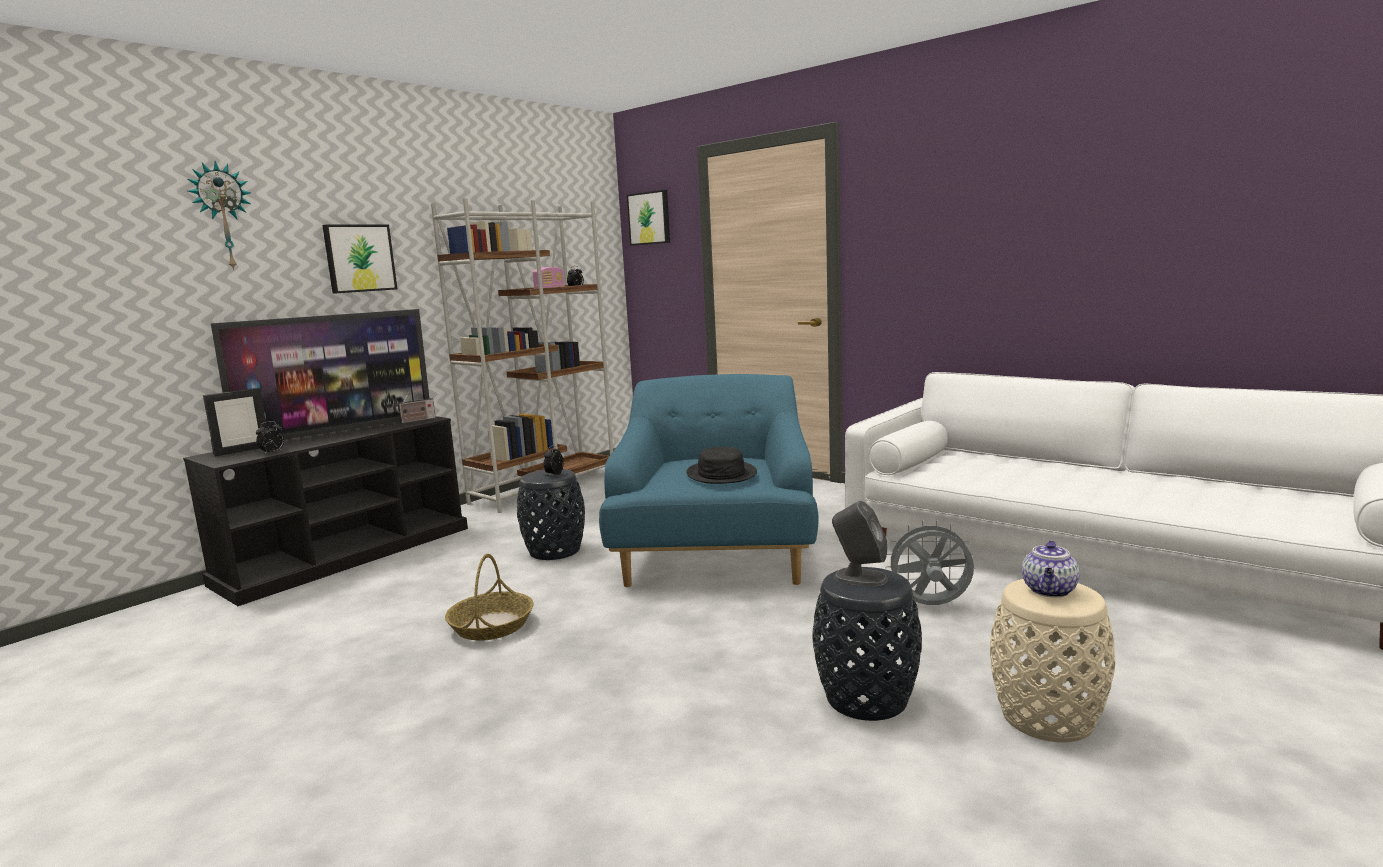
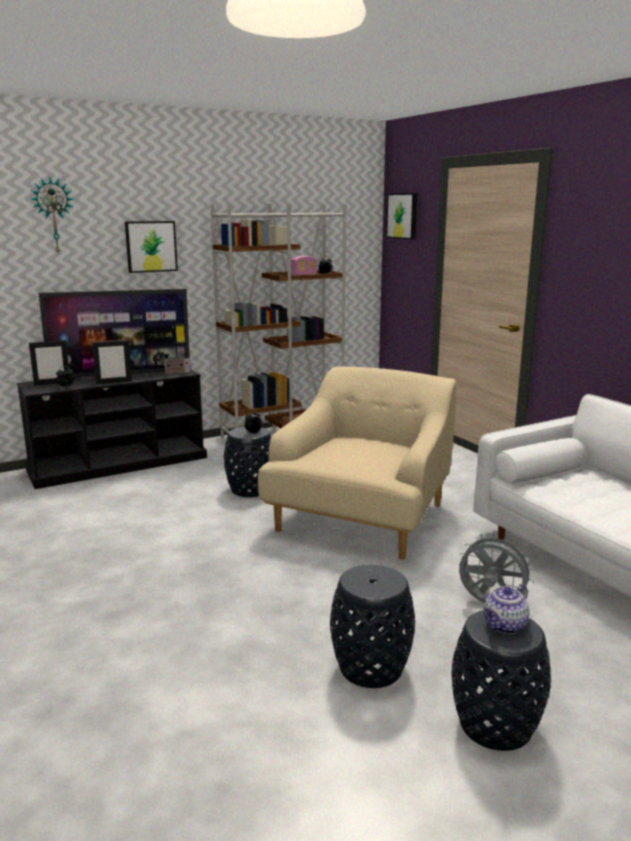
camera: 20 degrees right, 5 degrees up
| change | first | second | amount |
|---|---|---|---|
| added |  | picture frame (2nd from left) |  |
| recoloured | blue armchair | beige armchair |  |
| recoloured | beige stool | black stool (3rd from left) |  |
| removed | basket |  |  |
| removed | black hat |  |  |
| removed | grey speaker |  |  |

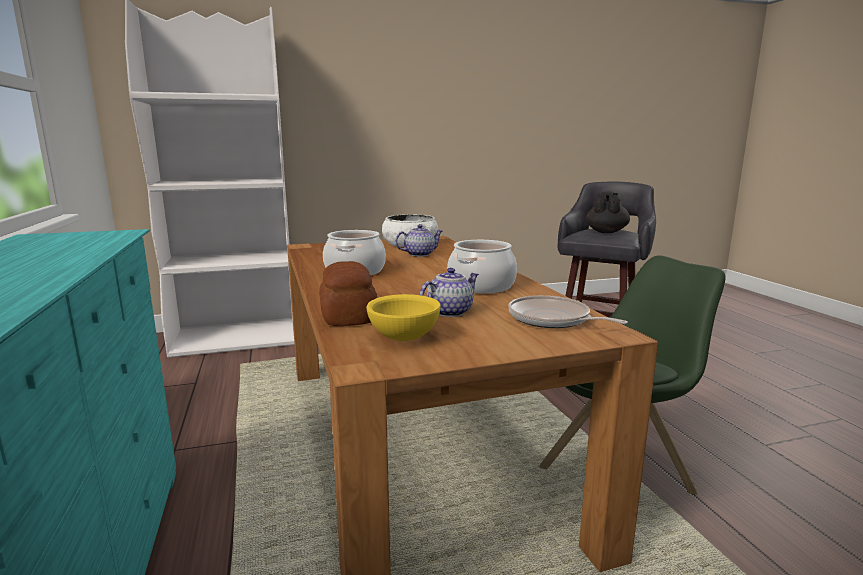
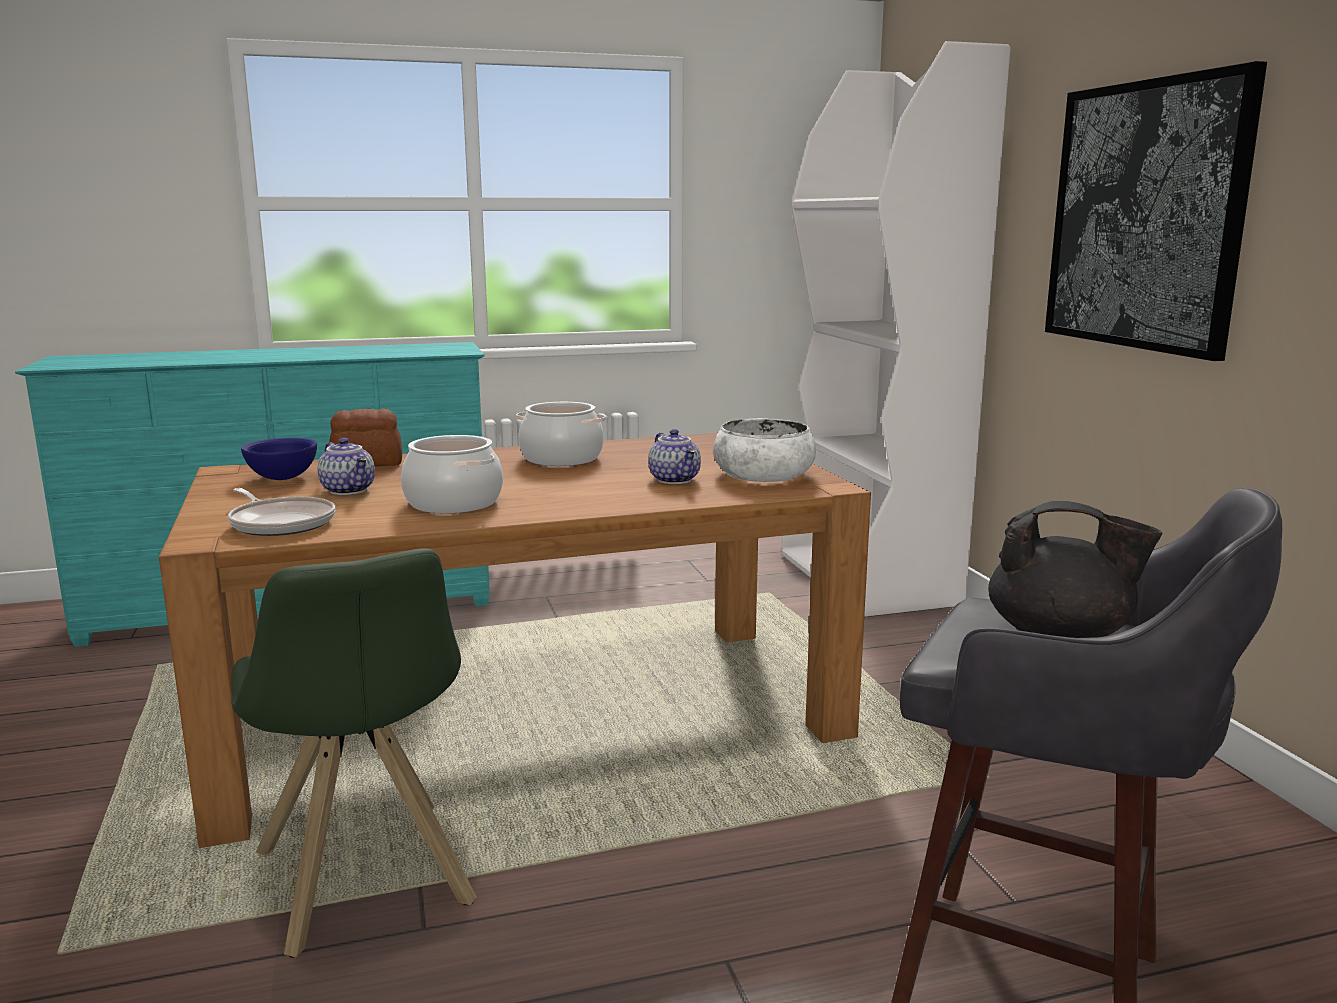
camera: 90 degrees right, 0 degrees up
| change | first | second | amount |
|---|---|---|---|
| turned | frying pan |  | 90 degrees clockwise |
| recoloured | yellow bowl | blue bowl |  |
| added |  | picture |  |

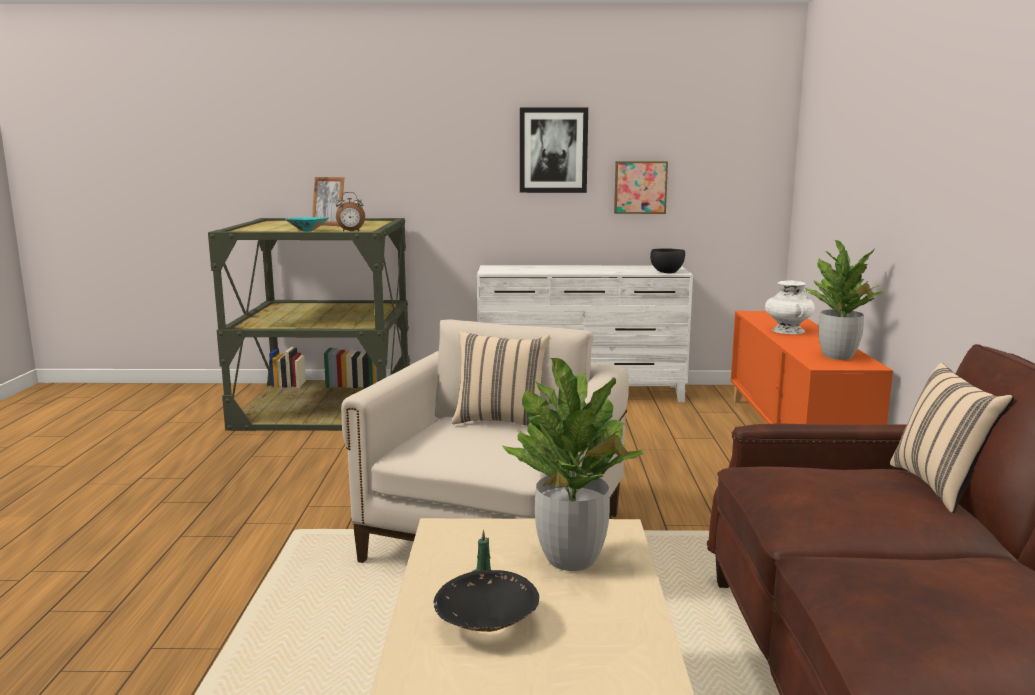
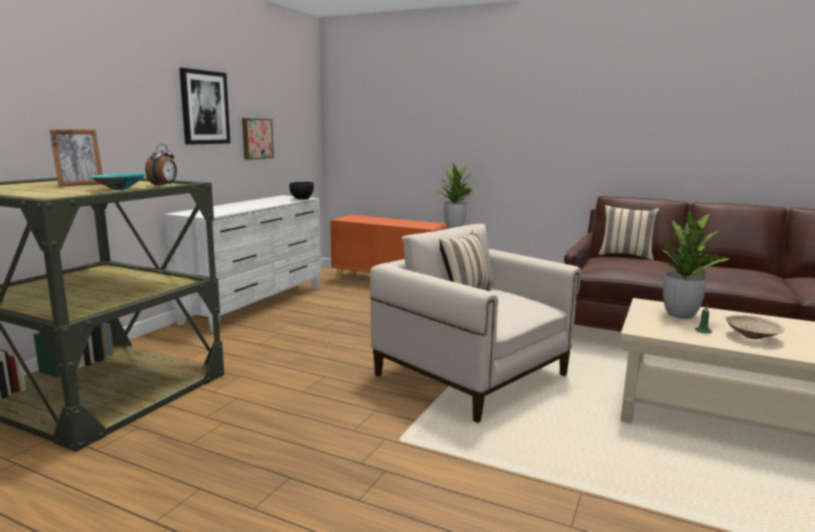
camera: 65 degrees left, 0 degrees up
| change | first | second | amount |
|---|---|---|---|
| recoloured | black bowl (1st from left) | beige bowl |  |
| removed | white vase |  |  |

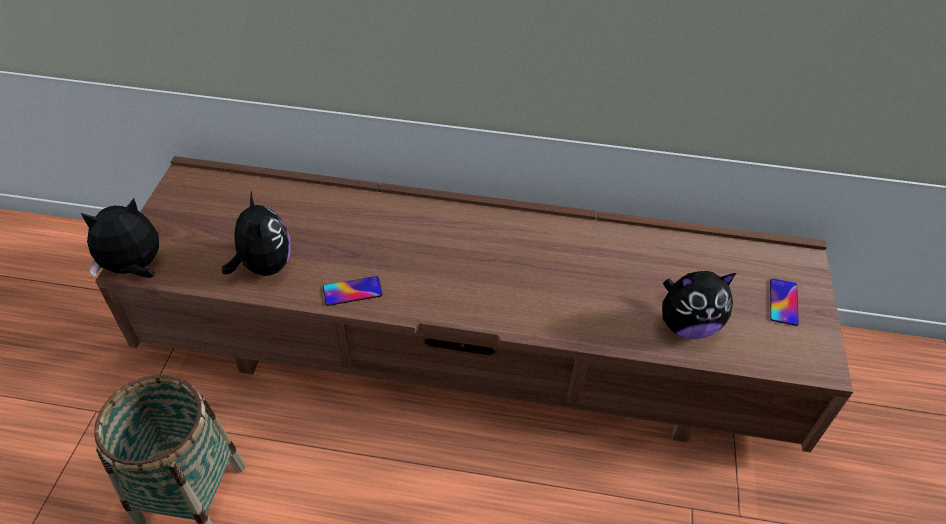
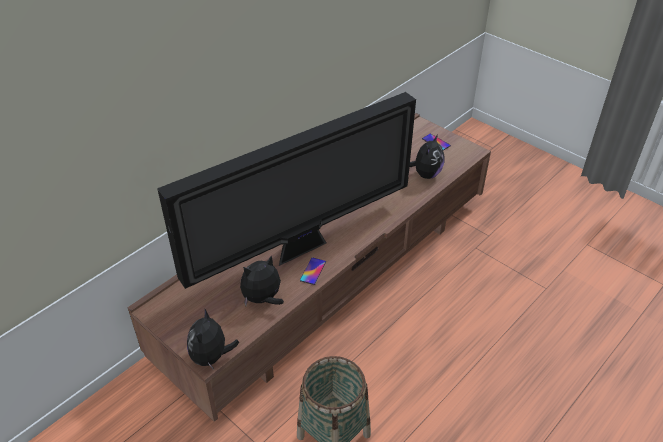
camera: 55 degrees left, 5 degrees down
| change | first | second | amount |
|---|---|---|---|
| added |  | television |  |
| turned | plush toy (2nd from left) |  | 45 degrees counterclockwise |

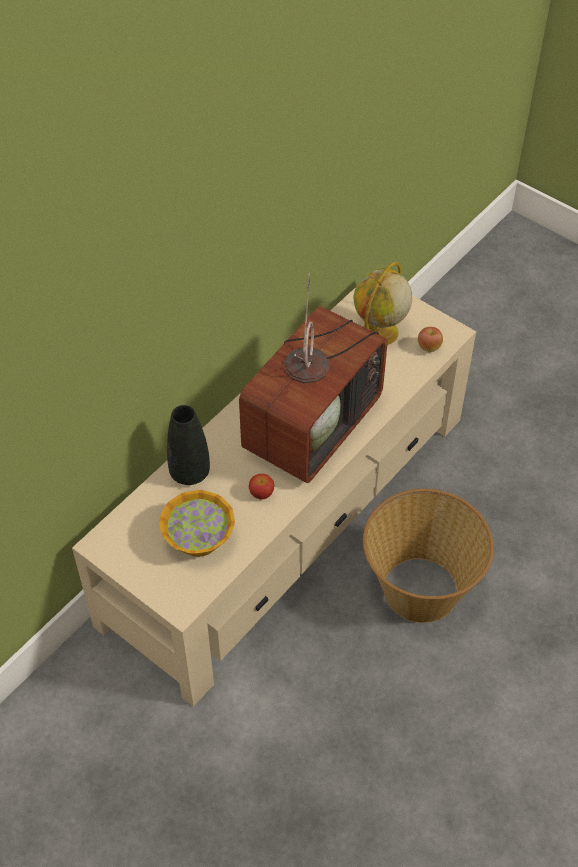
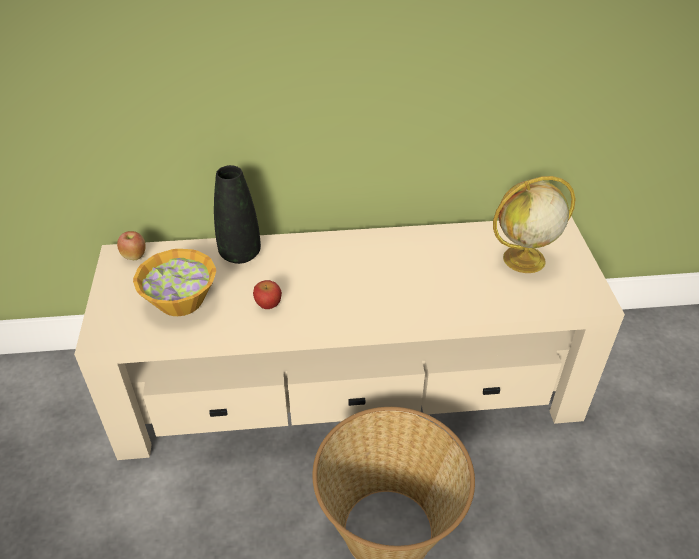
camera: 45 degrees right, 10 degrees down
| change | first | second | amount |
|---|---|---|---|
| moved | apple (2nd from left in the first image) | apple (1st from left) |  |
| removed | television |  |  |

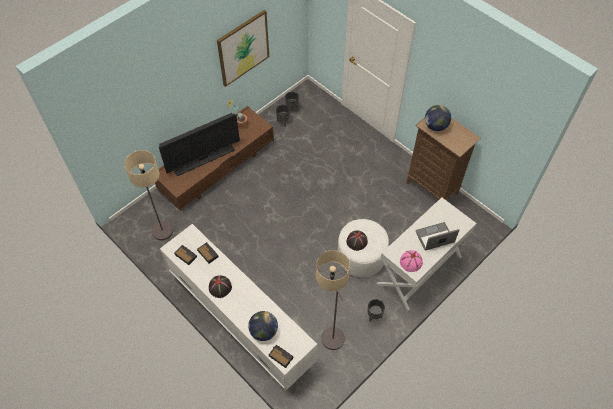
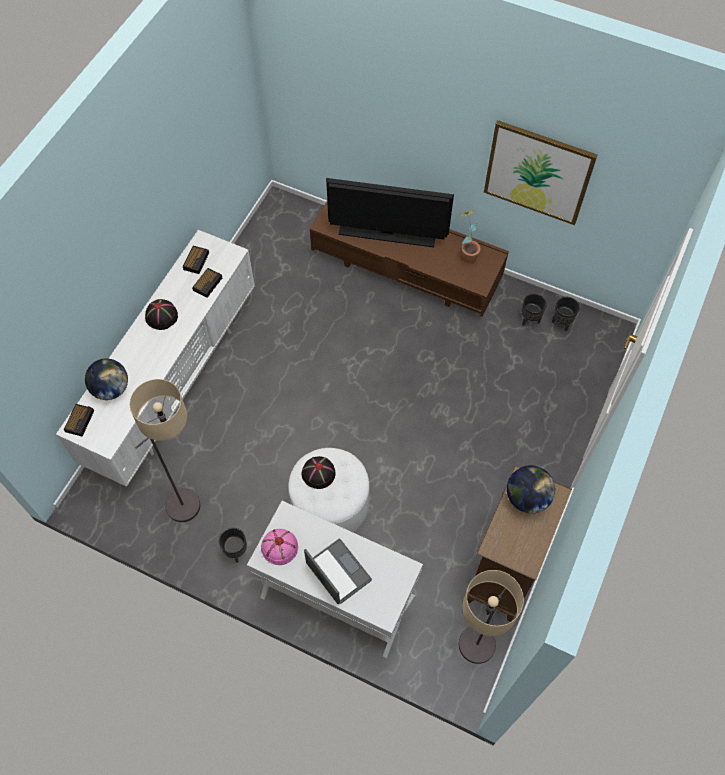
camera: 70 degrees right, 5 degrees up
| change | first | second | amount |
|---|---|---|---|
| turned | television |  | 150 degrees clockwise |
| moved | beige floor lamp (1st from left in the first image) | beige floor lamp (2nd from left) |  |

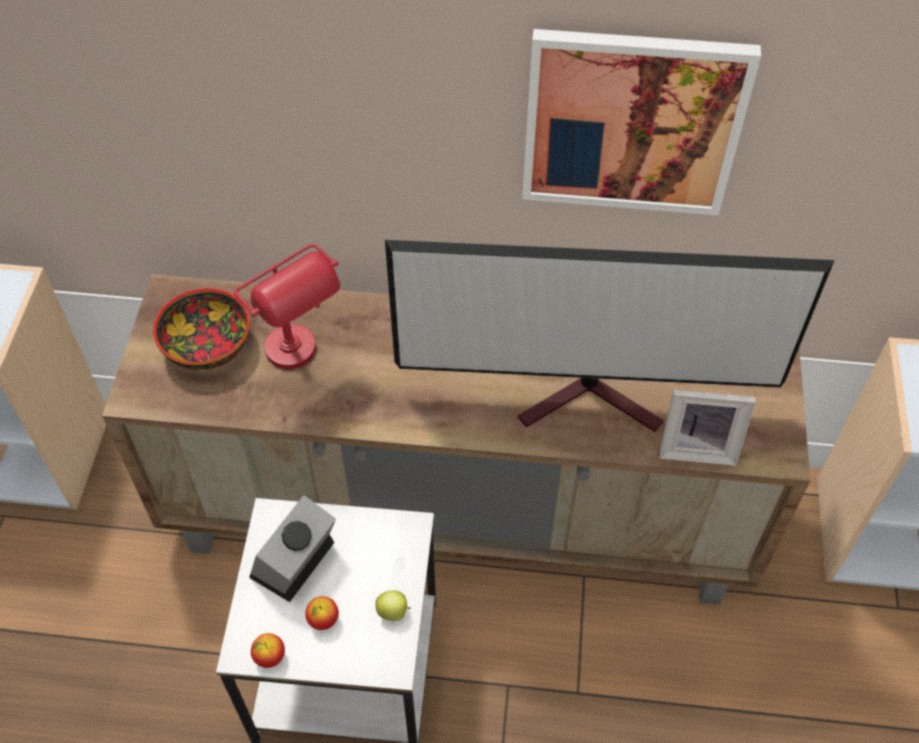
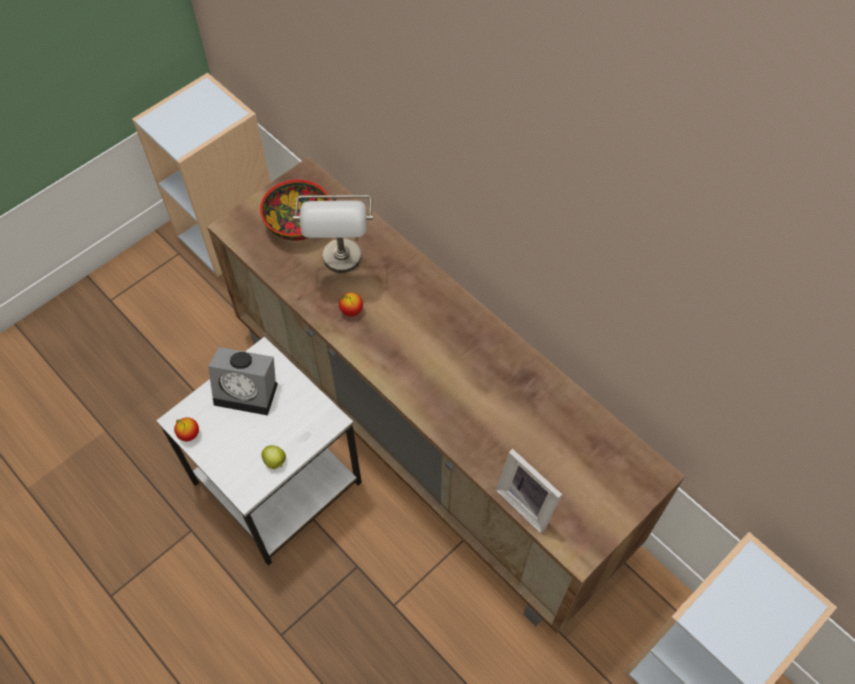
camera: 40 degrees right, 5 degrees up
| change | first | second | amount |
|---|---|---|---|
| turned | alarm clock |  | 150 degrees counterclockwise |
| recoloured | red table lamp | grey table lamp |  |
| moved | apple (2nd from left in the first image) | apple (3rd from left) |  |
| removed | television |  |  |
| removed | picture |  |  |

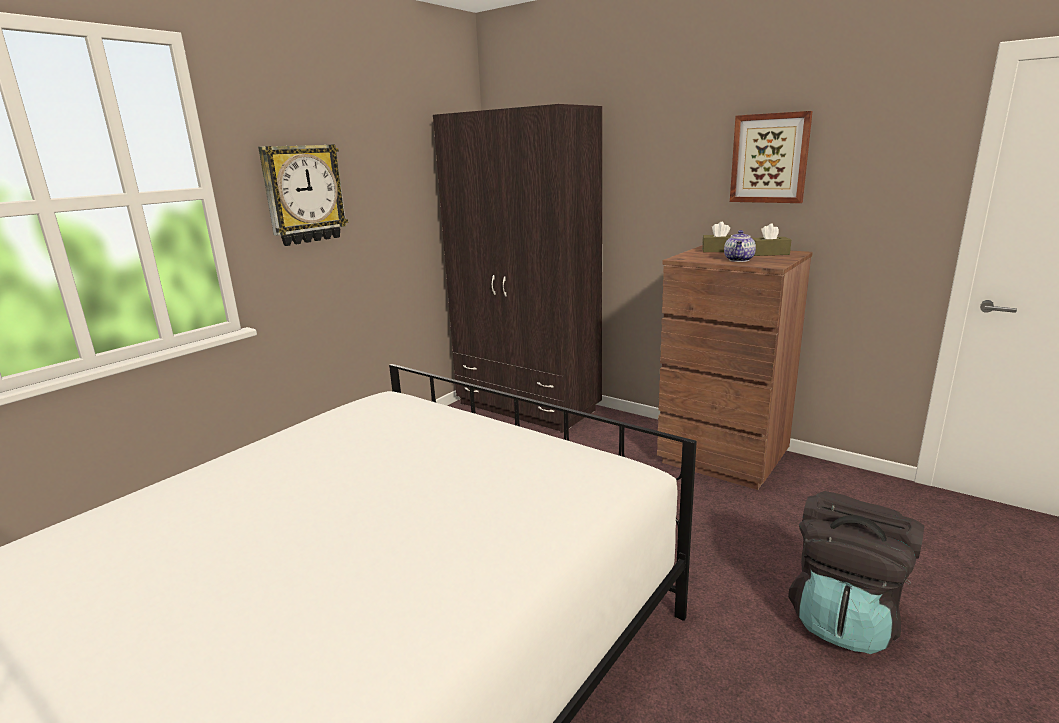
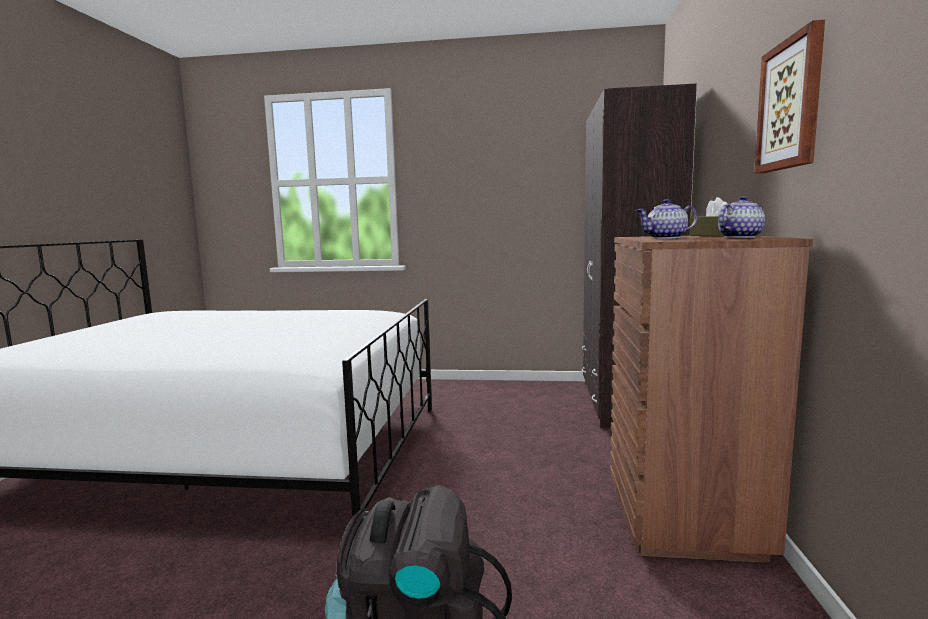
camera: 60 degrees right, 10 degrees down
| change | first | second | amount |
|---|---|---|---|
| replaced | brown tissue box (2nd from left) | teapot (2nd from left) |  |
| removed | wall clock |  |  |

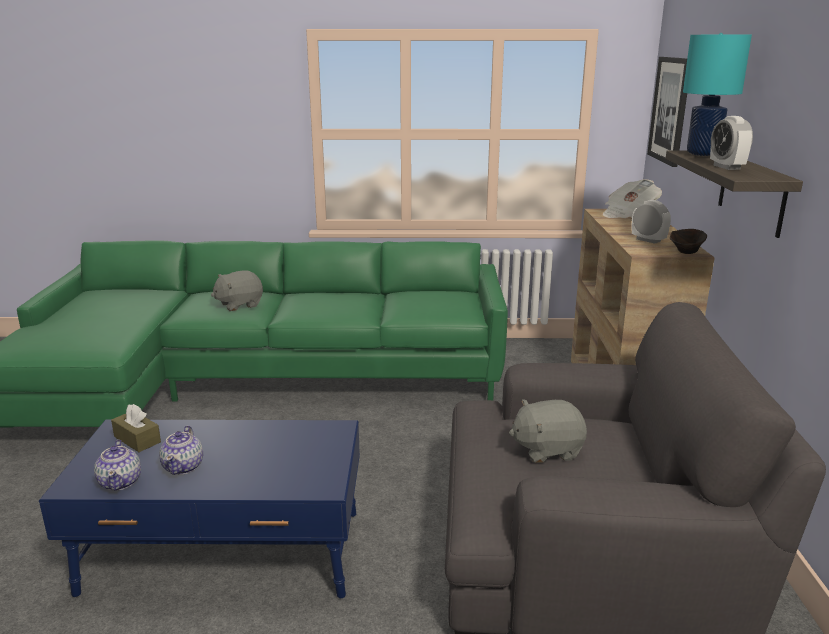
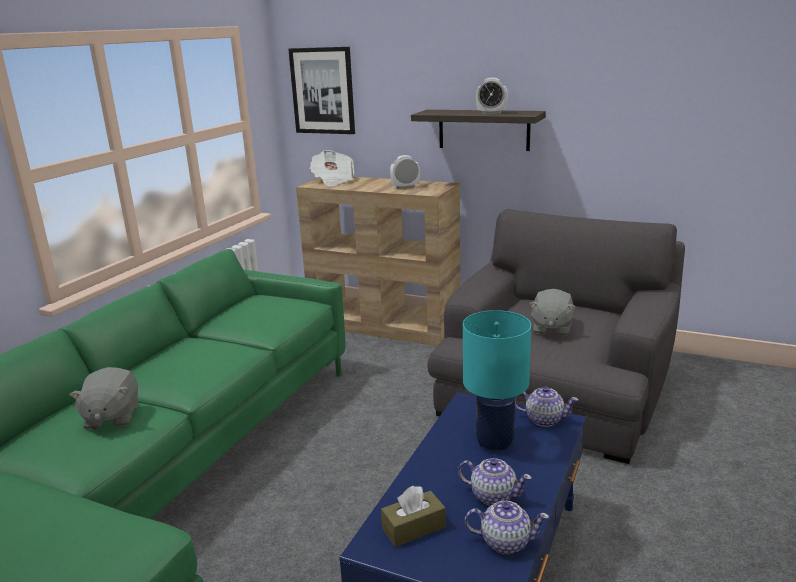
camera: 65 degrees left, 0 degrees up
| change | first | second | amount |
|---|---|---|---|
| moved | turquoise table lamp |  |  |
| added |  | teapot (3rd from left) |  |
| removed | brown bowl |  |  |

